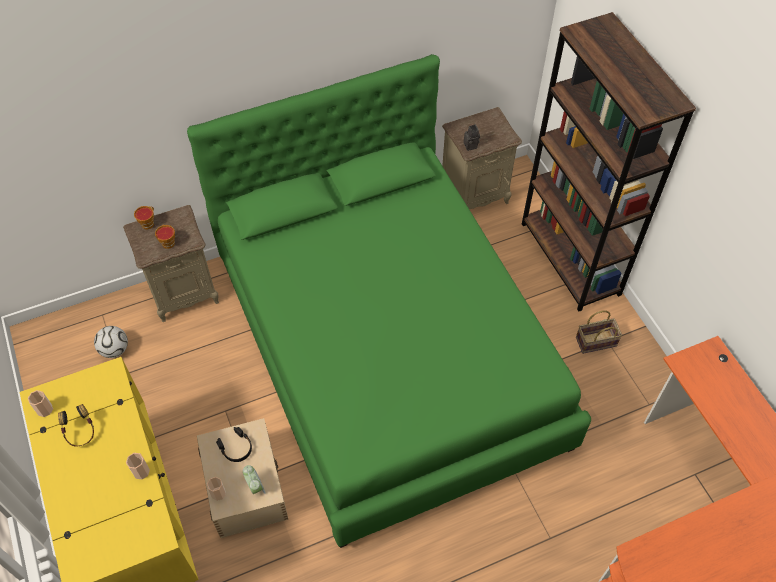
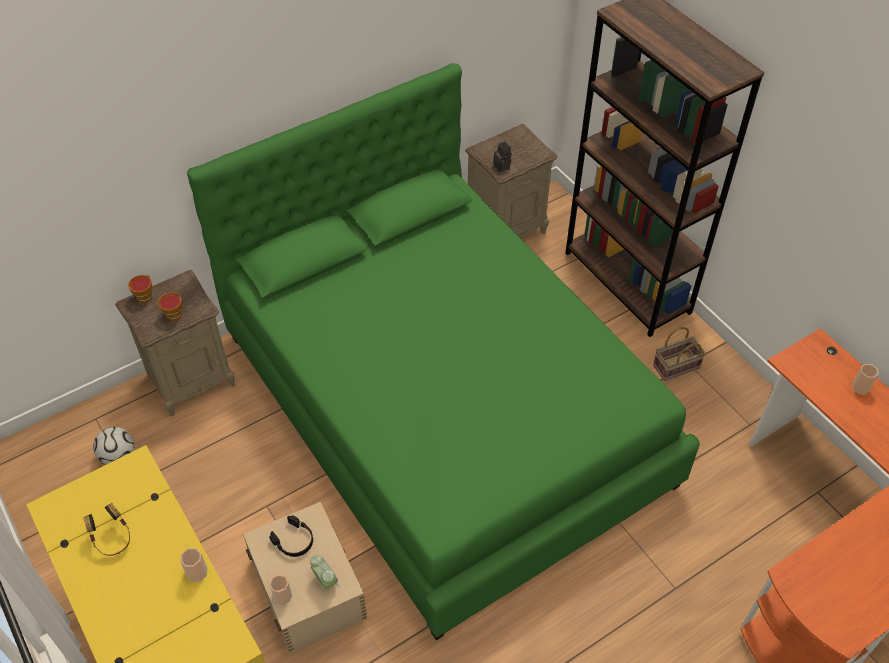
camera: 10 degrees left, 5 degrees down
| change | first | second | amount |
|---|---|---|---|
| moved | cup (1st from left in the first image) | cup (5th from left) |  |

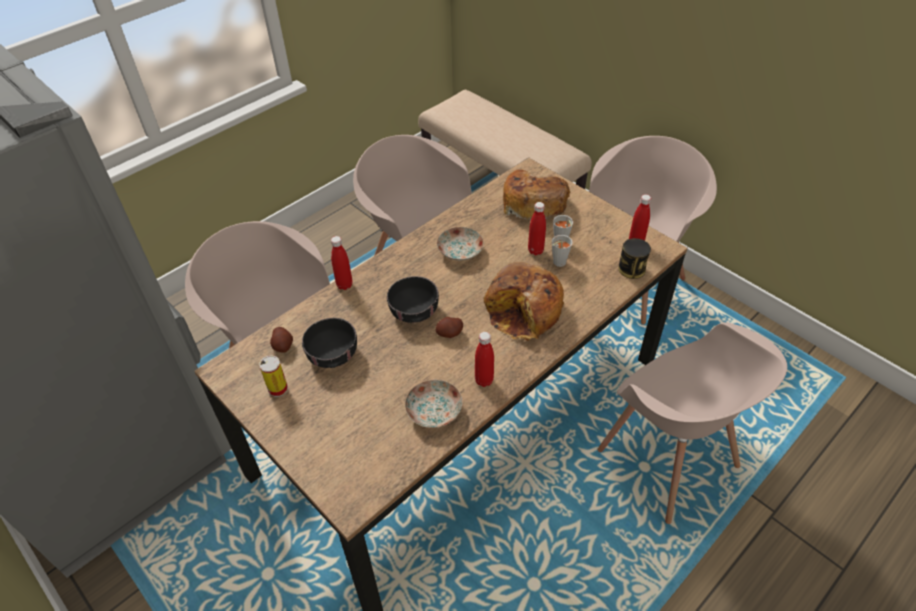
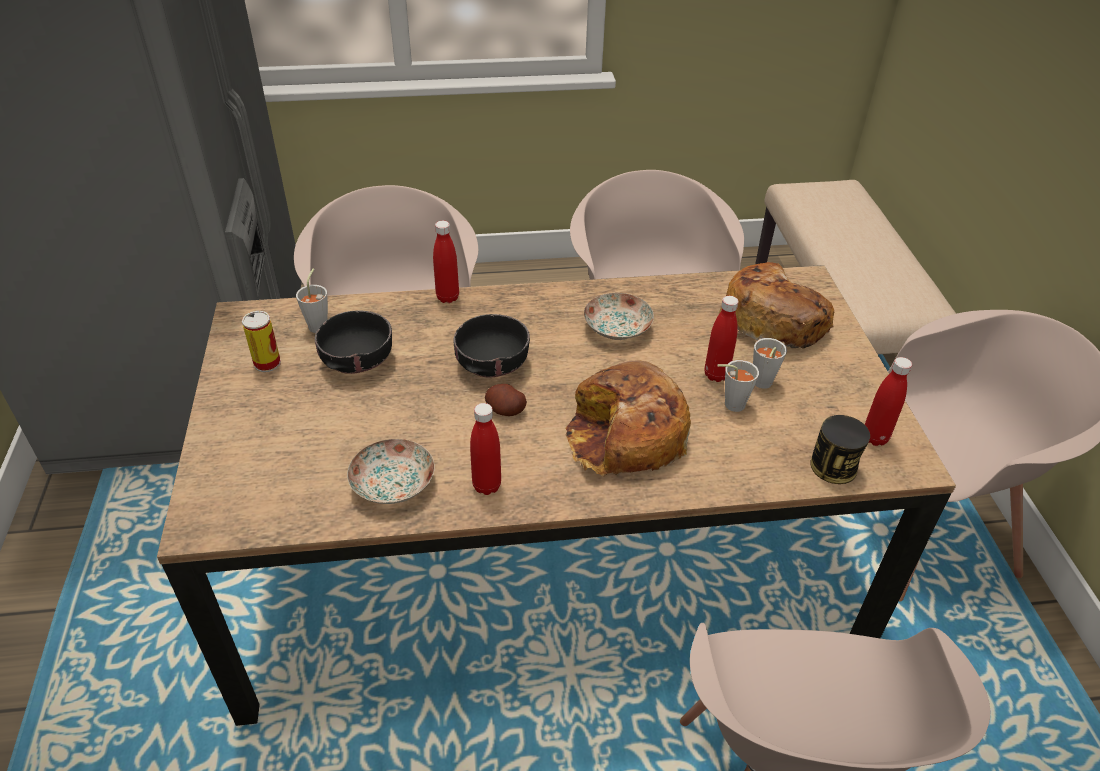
camera: 35 degrees right, 5 degrees down
| change | first | second | amount |
|---|---|---|---|
| replaced | potato (1st from left) | grey cup (1st from left) |  |

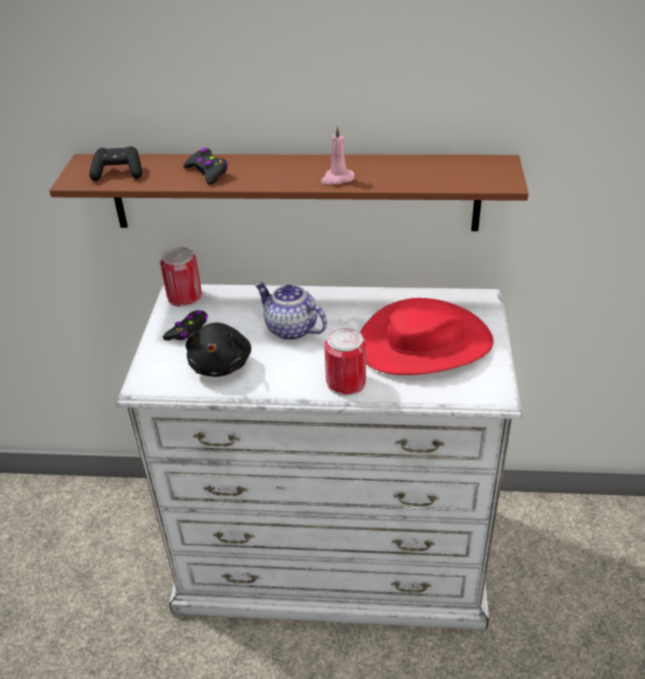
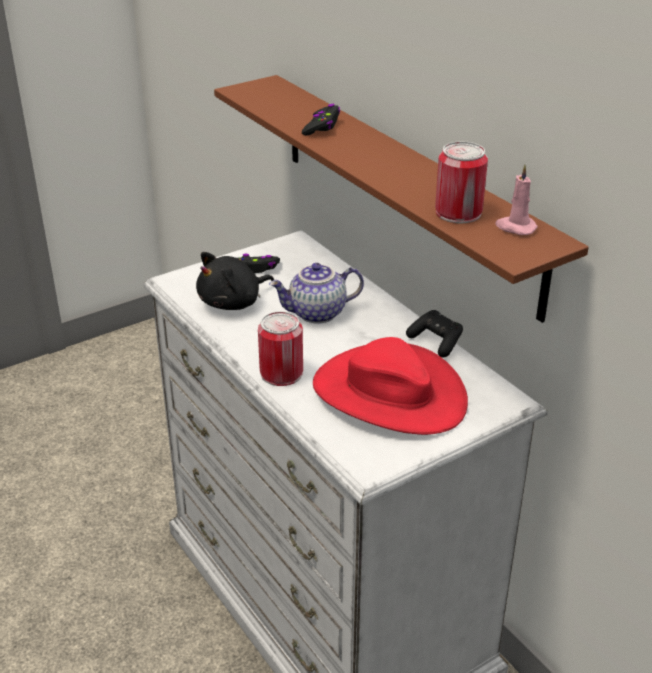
camera: 50 degrees right, 5 degrees down
| change | first | second | amount |
|---|---|---|---|
| turned | teapot |  | 105 degrees counterclockwise |
| moved | black game controller (1st from left in the first image) | black game controller (3rd from left) |  |
| moved | can (1st from left in the first image) | can (2nd from left) |  |
| moved | pink candle |  |  |

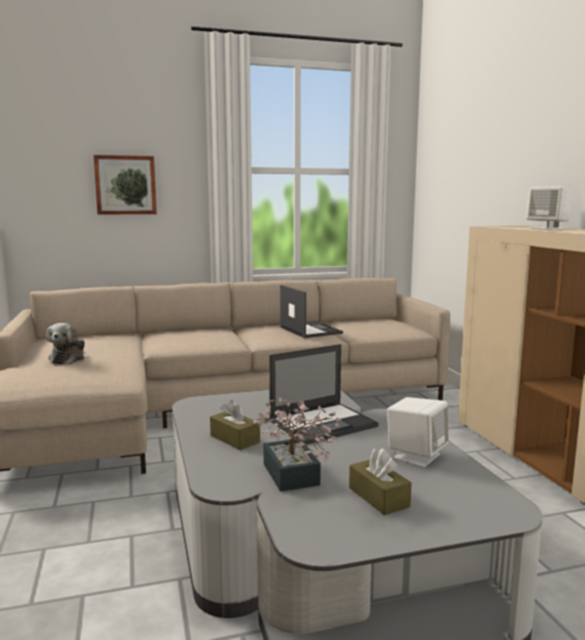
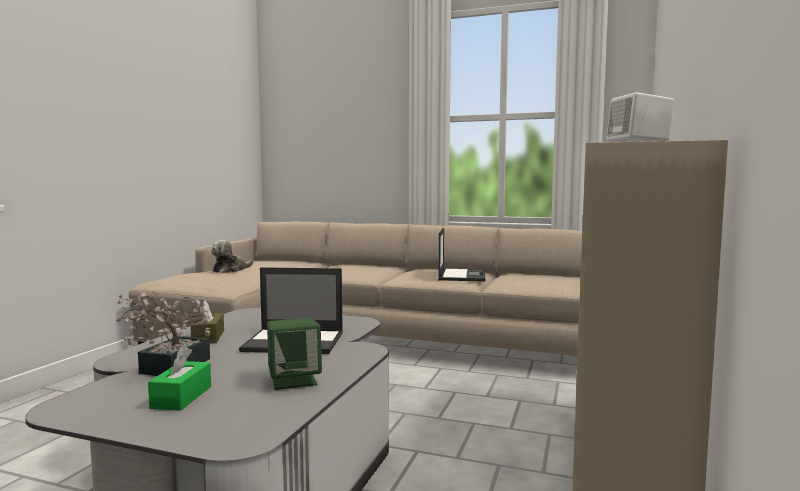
camera: 35 degrees right, 5 degrees down
| change | first | second | amount |
|---|---|---|---|
| recoloured | brown tissue box (2nd from left) | green tissue box |  |
| recoloured | white speaker (1st from left) | green speaker |  |
| removed | picture |  |  |

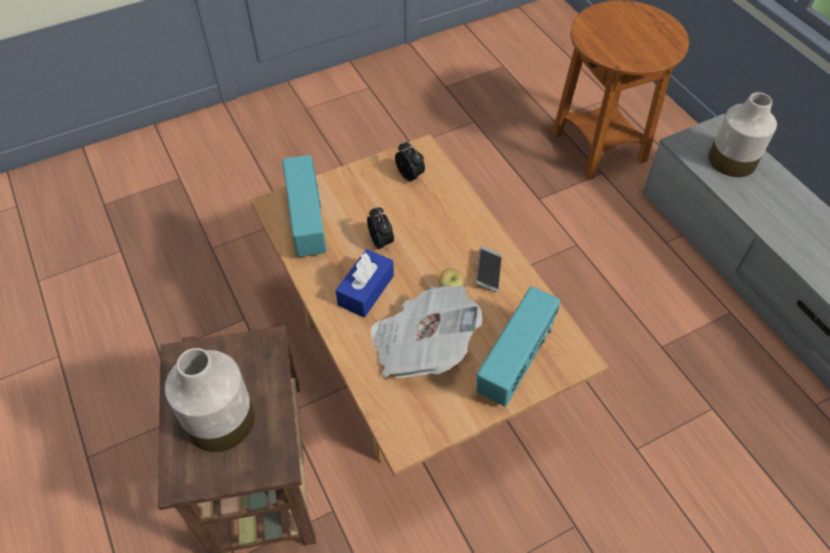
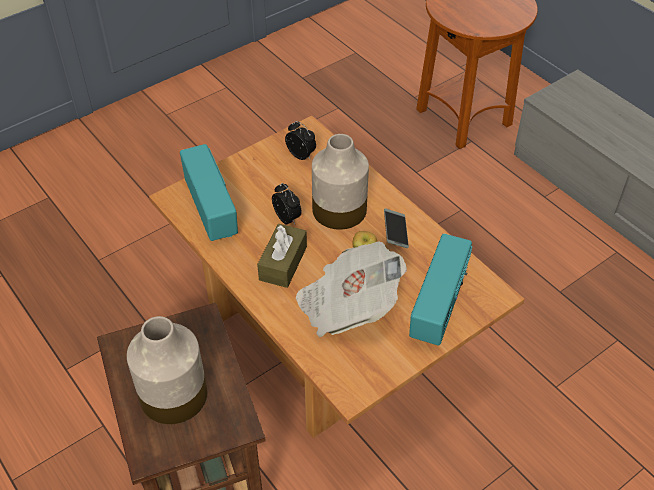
camera: 10 degrees left, 5 degrees down
| change | first | second | amount |
|---|---|---|---|
| recoloured | blue tissue box | brown tissue box |  |
| moved | beige vase (2nd from left) |  |  |

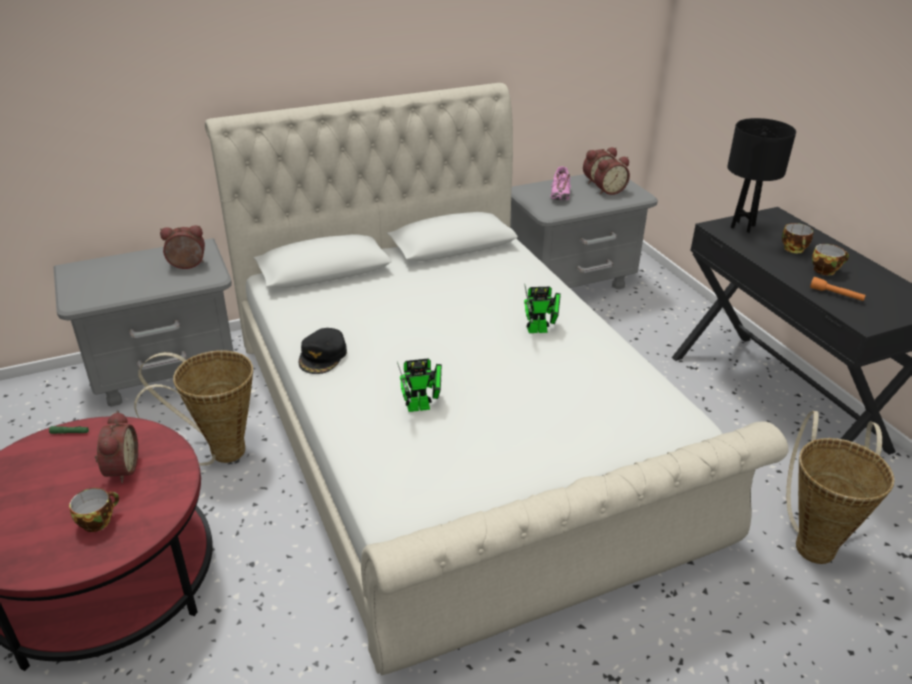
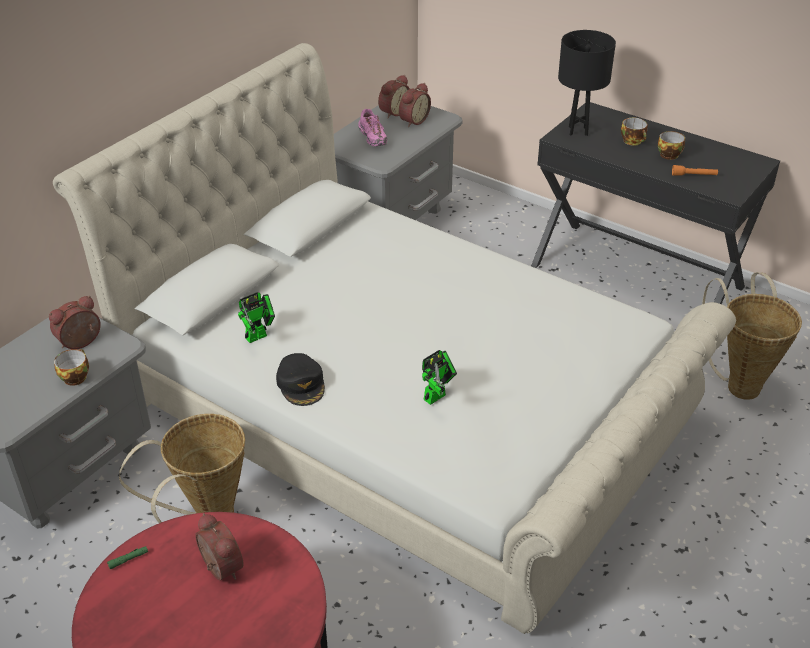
camera: 30 degrees left, 5 degrees up
| change | first | second | amount |
|---|---|---|---|
| moved | cup (1st from left) |  |  |
| moved | toy robot (2nd from left in the first image) | toy robot (1st from left) |  |

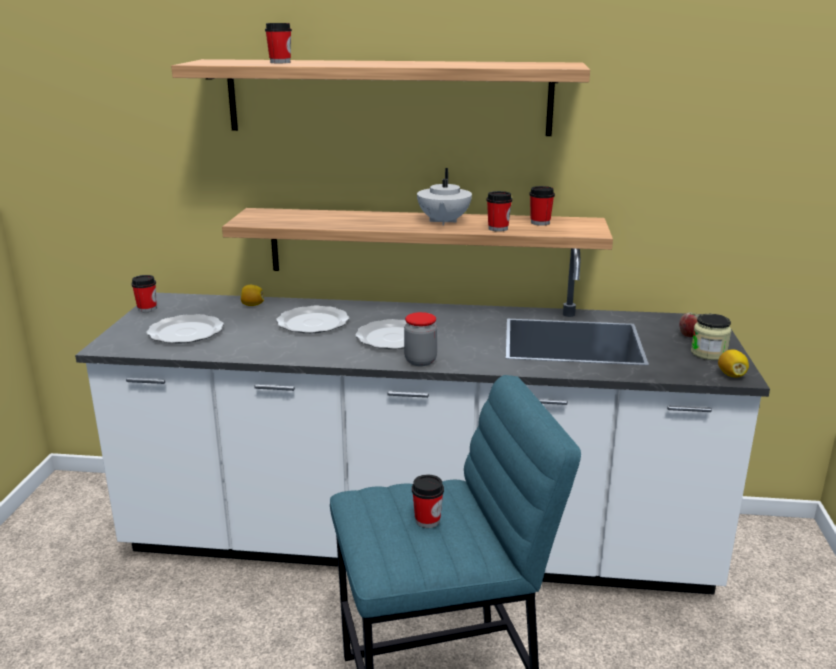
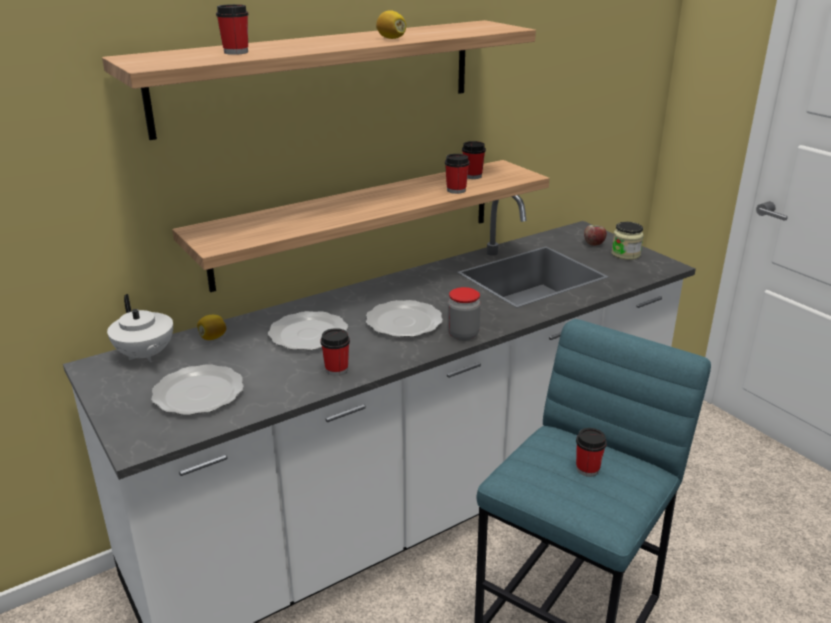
camera: 40 degrees left, 5 degrees up
| change | first | second | amount |
|---|---|---|---|
| moved | white teapot |  |  |
| moved | cup (1st from left in the first image) | cup (2nd from left) |  |
| moved | lemon (2nd from left) |  |  |

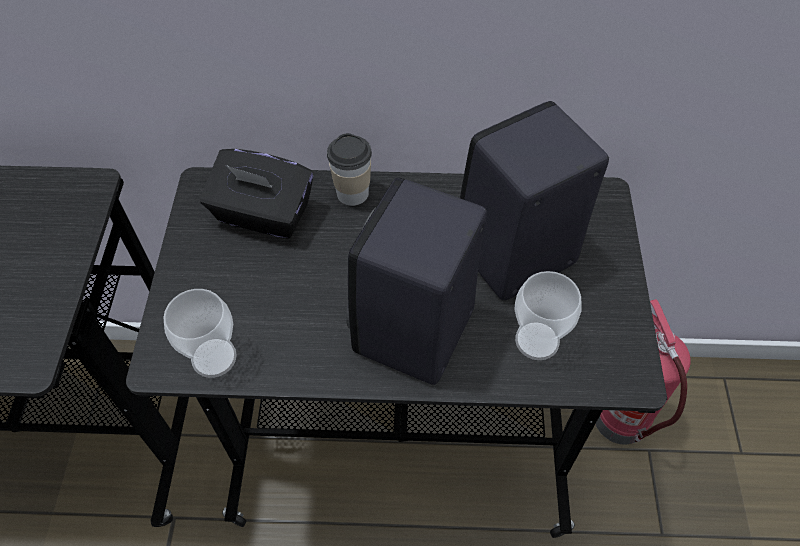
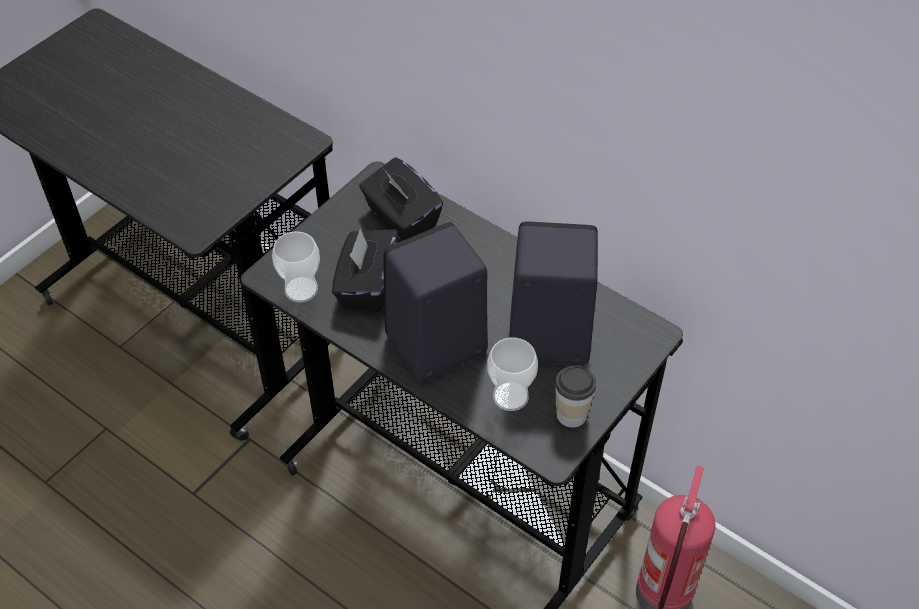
camera: 35 degrees right, 5 degrees down
| change | first | second | amount |
|---|---|---|---|
| added |  | black tissue box (1st from left) |  |
| moved | cup (2nd from left in the first image) | cup (3rd from left) |  |

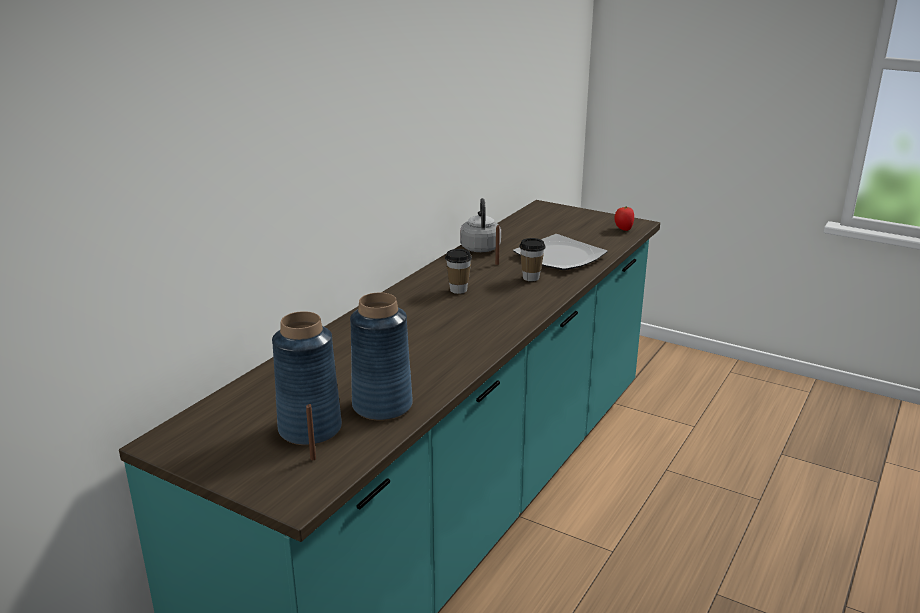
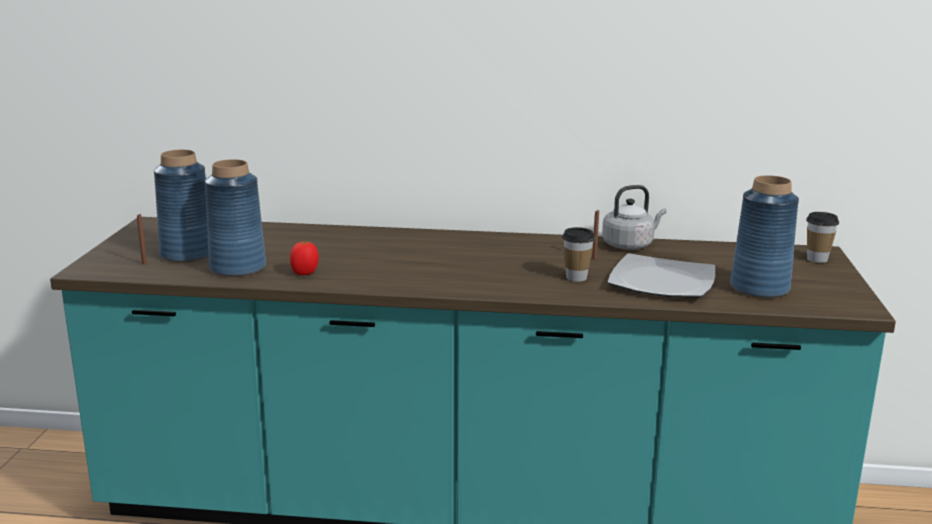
camera: 65 degrees right, 5 degrees down
| change | first | second | amount |
|---|---|---|---|
| moved | tomato |  |  |
| added |  | blue vase (3rd from left) |  |
| moved | cup (1st from left in the first image) | cup (2nd from left) |  |

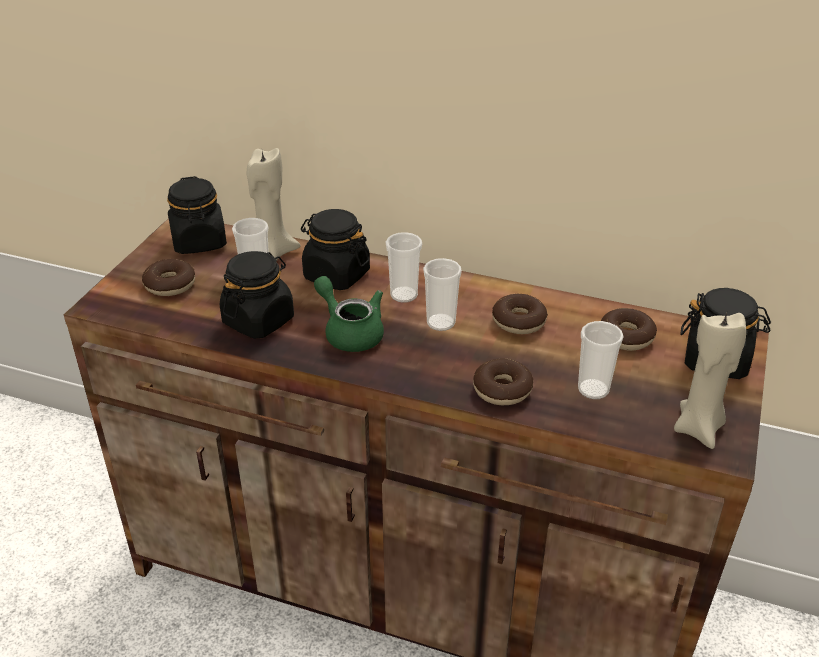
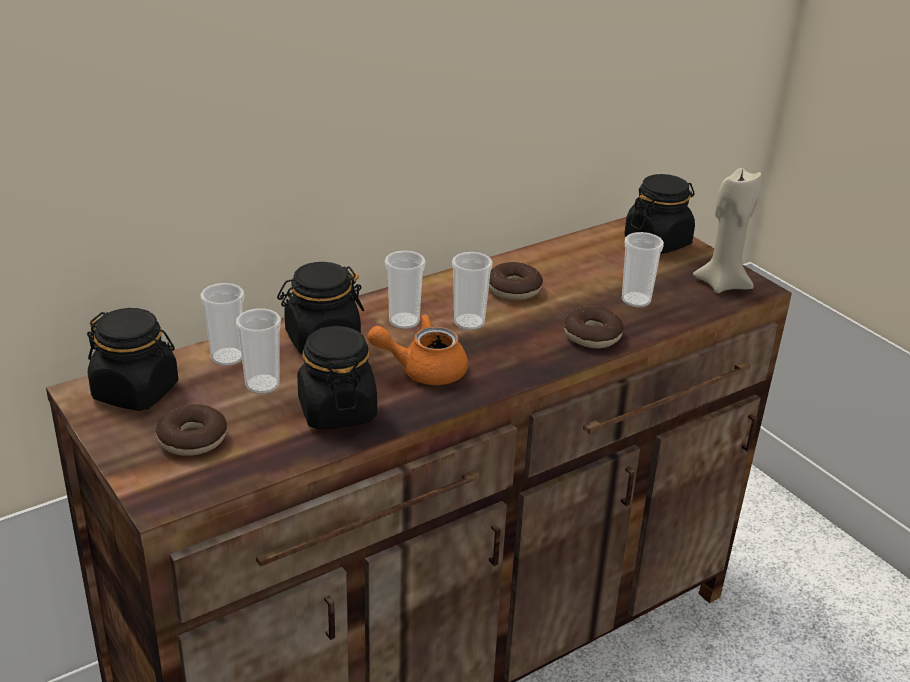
camera: 55 degrees left, 5 degrees down
| change | first | second | amount |
|---|---|---|---|
| replaced | beige candle (1st from left) | cup (1st from left) |  |
| recoloured | green teapot | orange teapot |  |
| removed | donut (4th from left) |  |  |

